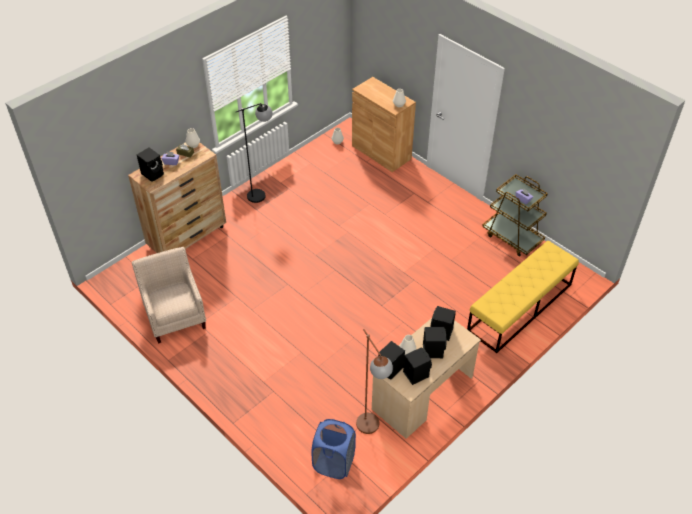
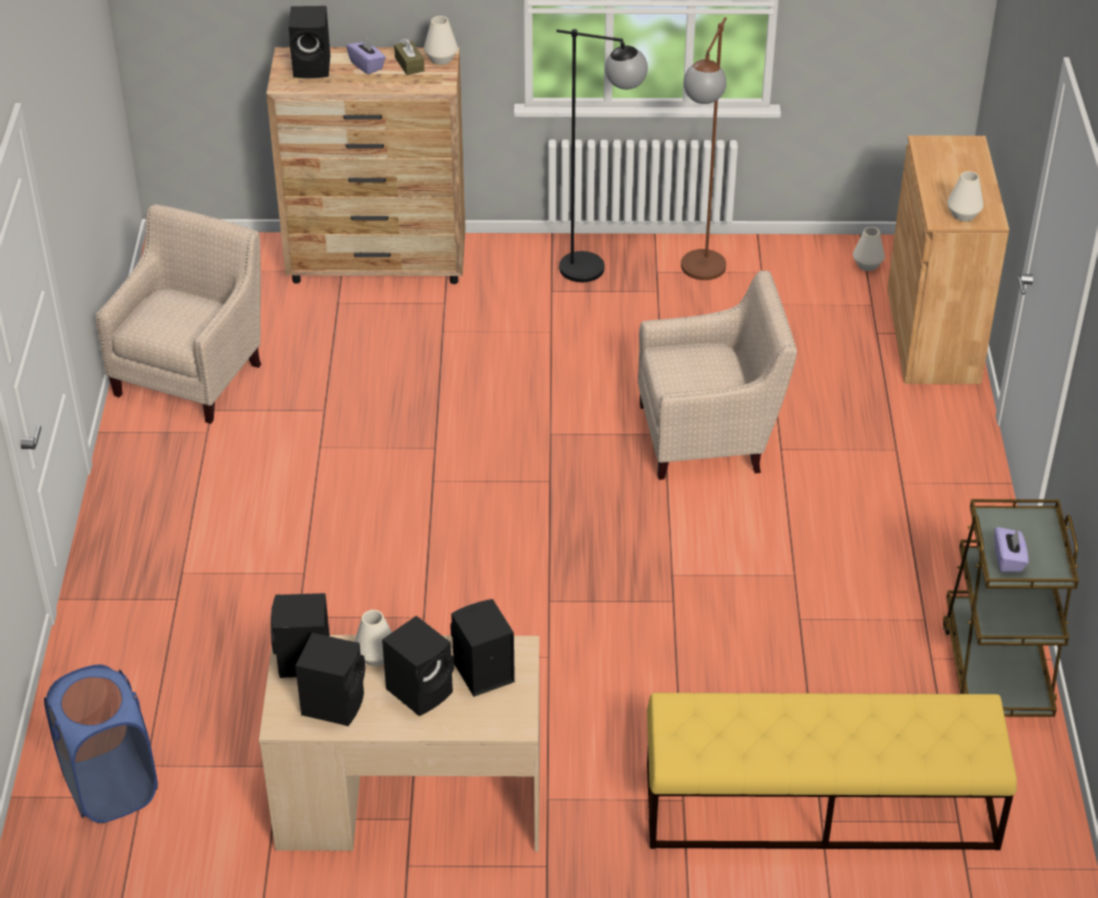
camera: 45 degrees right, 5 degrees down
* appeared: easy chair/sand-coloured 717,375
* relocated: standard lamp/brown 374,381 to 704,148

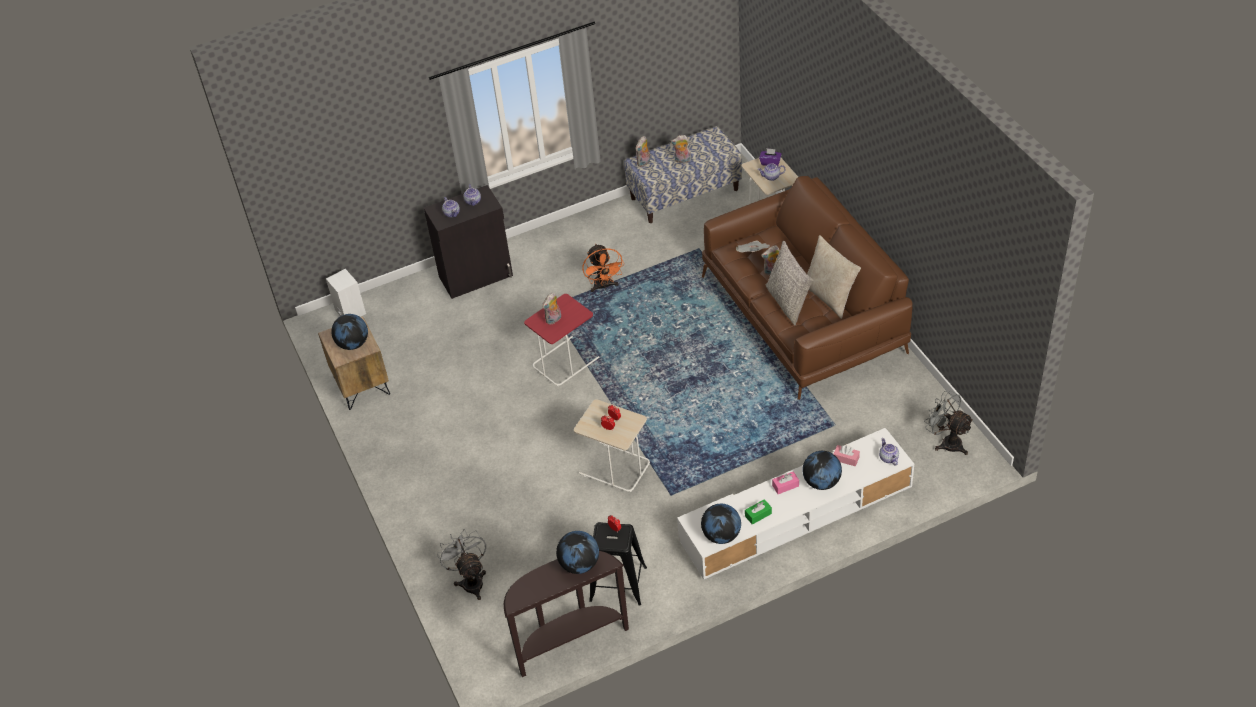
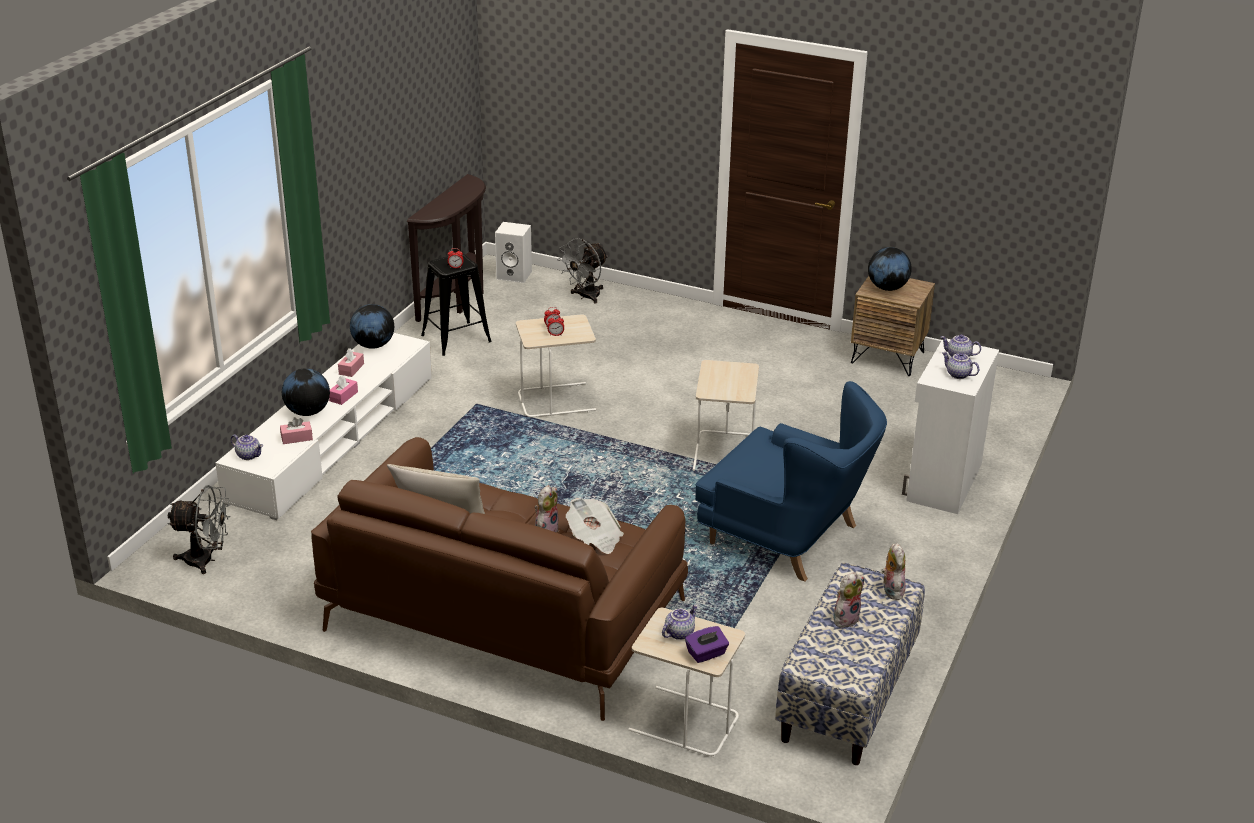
camera: 135 degrees right, 15 degrees down
* colour: tissue box/green 758,512 to tissue box/pink 351,362
* relocated: audio speaker/white 346,293 to 513,252
* spun: fan/gray 461,564 = 582,271 105 degrees clockwise
* colour: accent table/reddish 562,340 to accent table/sand-coloured 726,415
* exchanged: fan/orange-coloured 603,268 to easy chair/bluish 791,481
* colour: cabinet/black 468,242 to cabinet/white 950,426
* missing: cuddly toy 551,308
* missing: world globe 577,552
* missing: pillow/gray 789,283

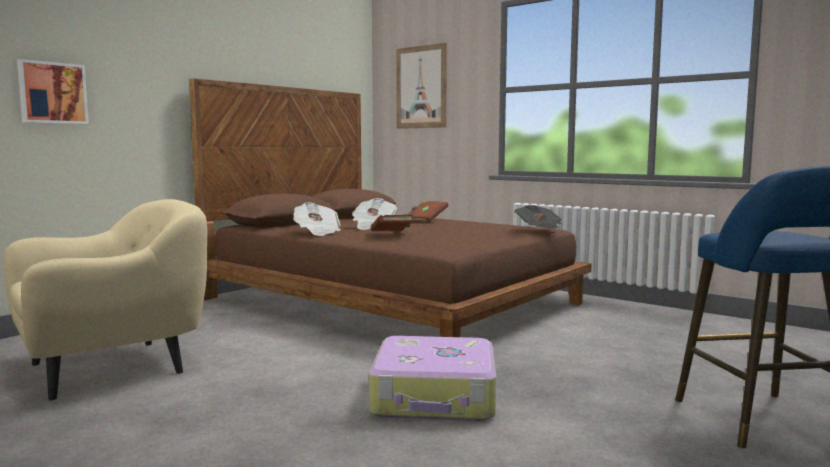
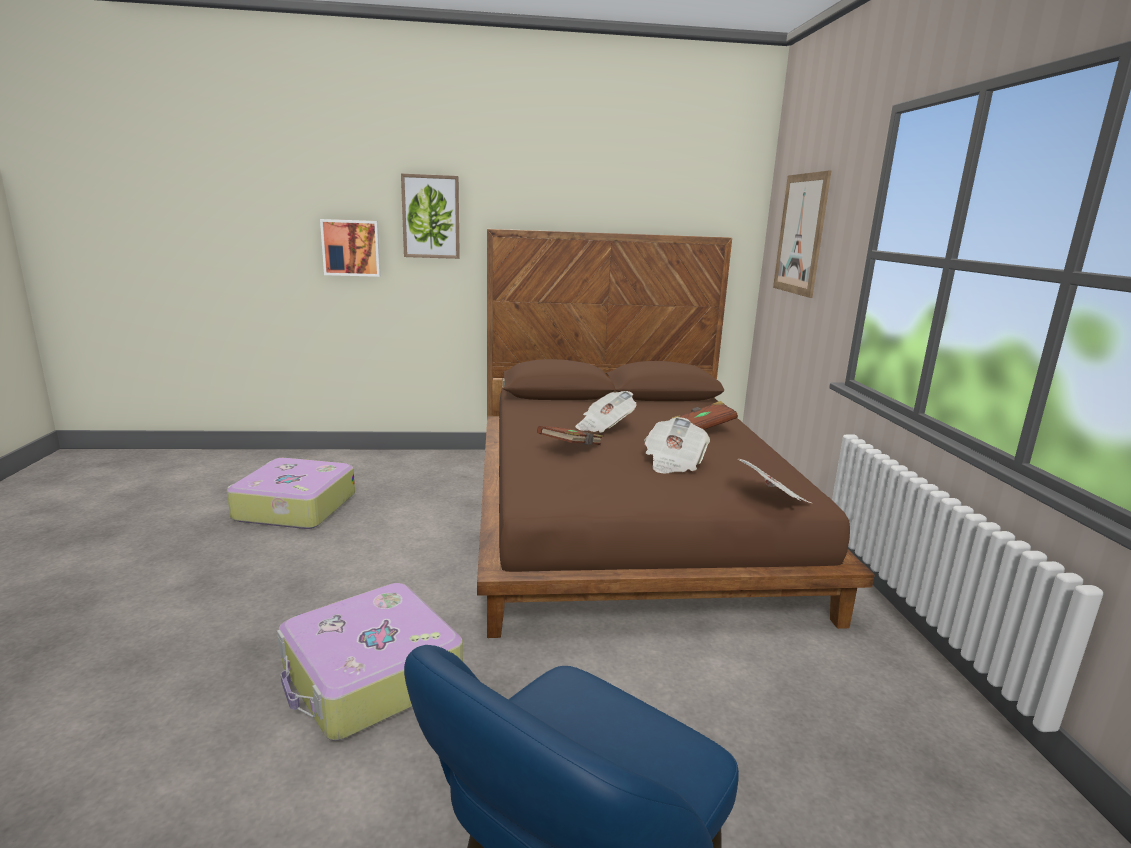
camera: 45 degrees right, 10 degrees up
* exchanged: easy chair/sand-coloured 105,299 to suitcase 291,493
* appeared: wall picture 430,216
* relocated: printed paper 317,219 to 677,445

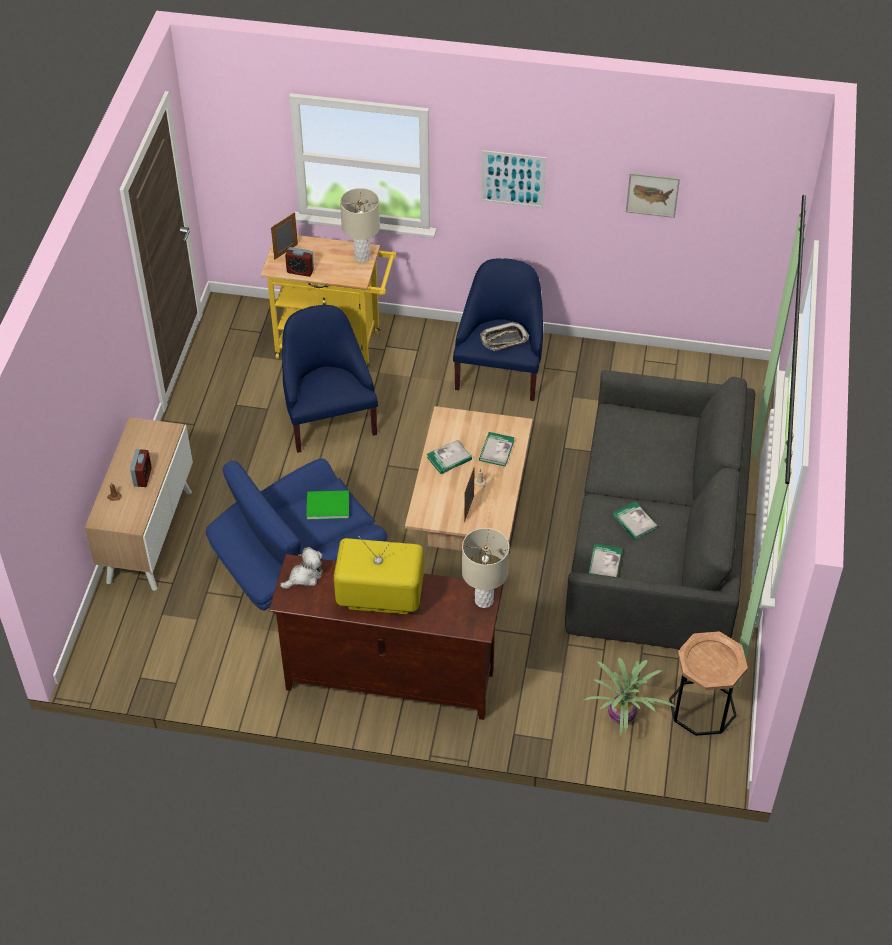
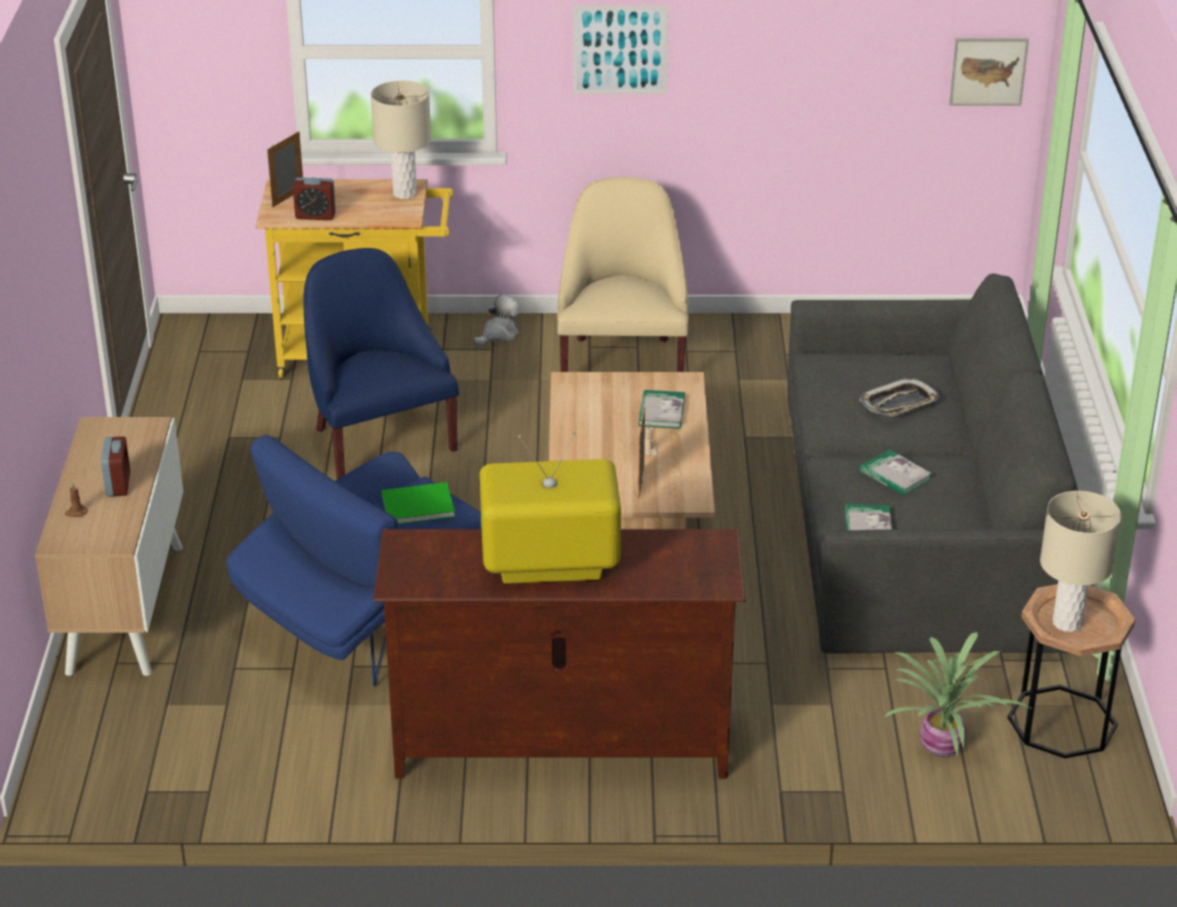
camera: 10 degrees left, 15 degrees down
* relocated: cuddly toy 301,568 to 496,320
* colour: easy chair/bluish 498,329 to easy chair/sand-coloured 623,274
* relocated: tray 504,336 to 899,397
* relocated: wall picture 653,195 to 989,72
* relocated: tabletop lamp/sand-coloured 485,568 to 1081,561
* missing: bound book 449,457

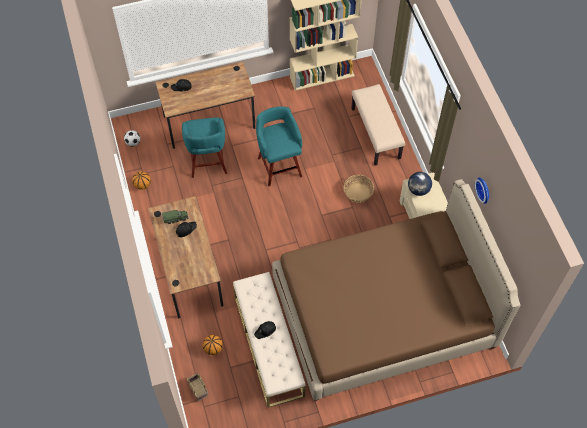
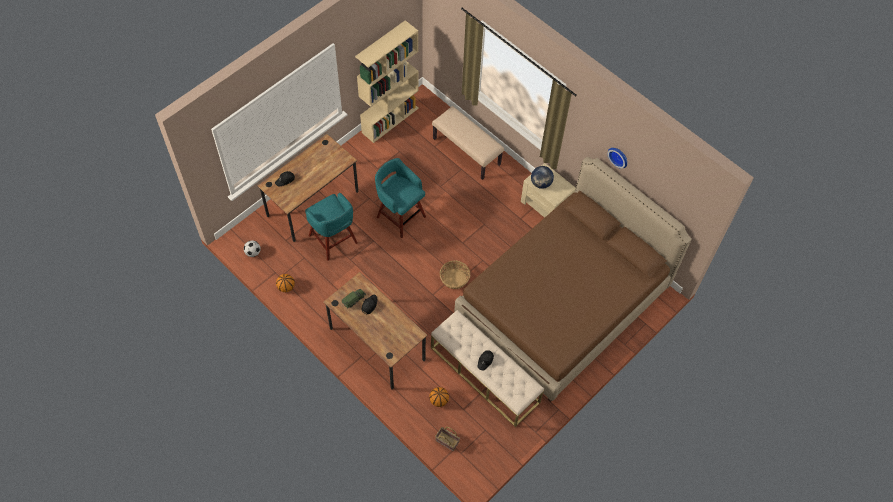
camera: 30 degrees left, 0 degrees up
* relocated: storage basket 358,189 to 455,274

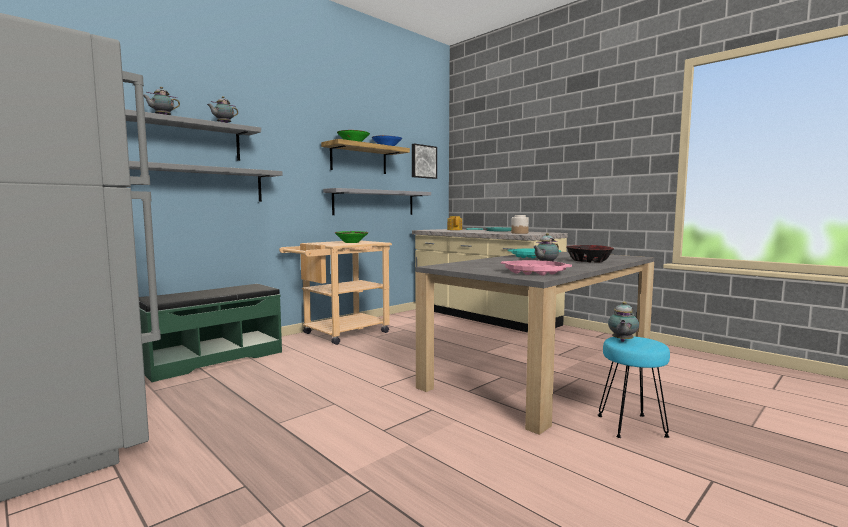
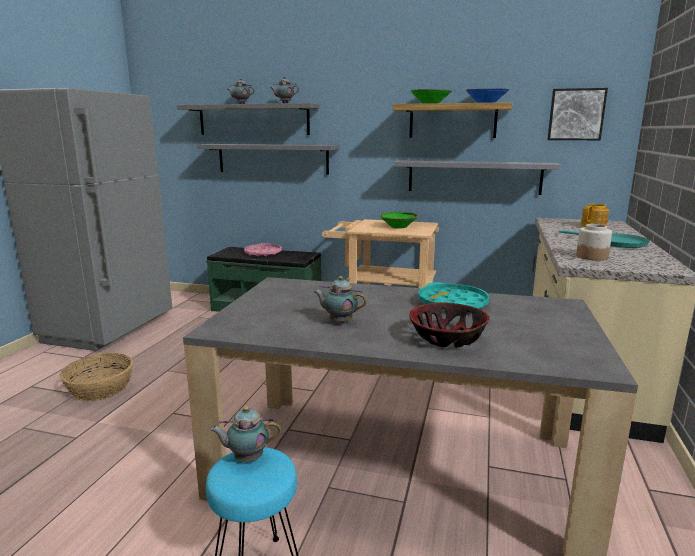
camera: 60 degrees right, 10 degrees up
* appeared: storage basket 96,377
* relocated: tray/pink 536,268 to 263,249

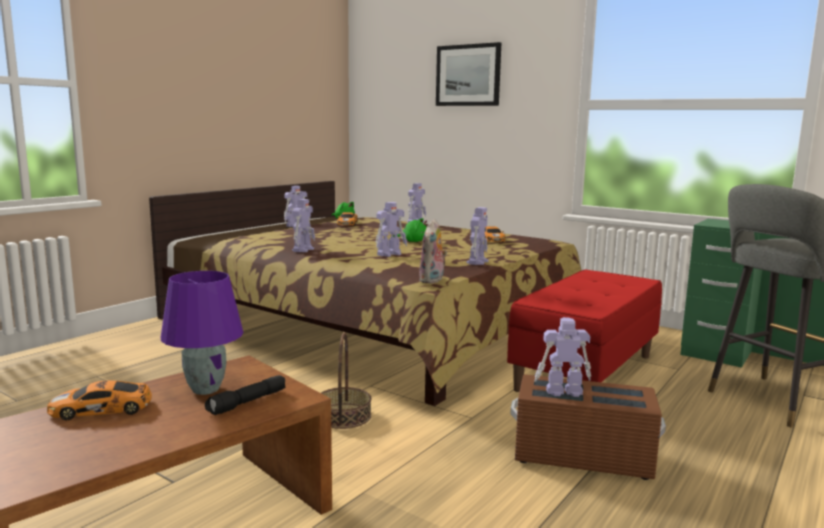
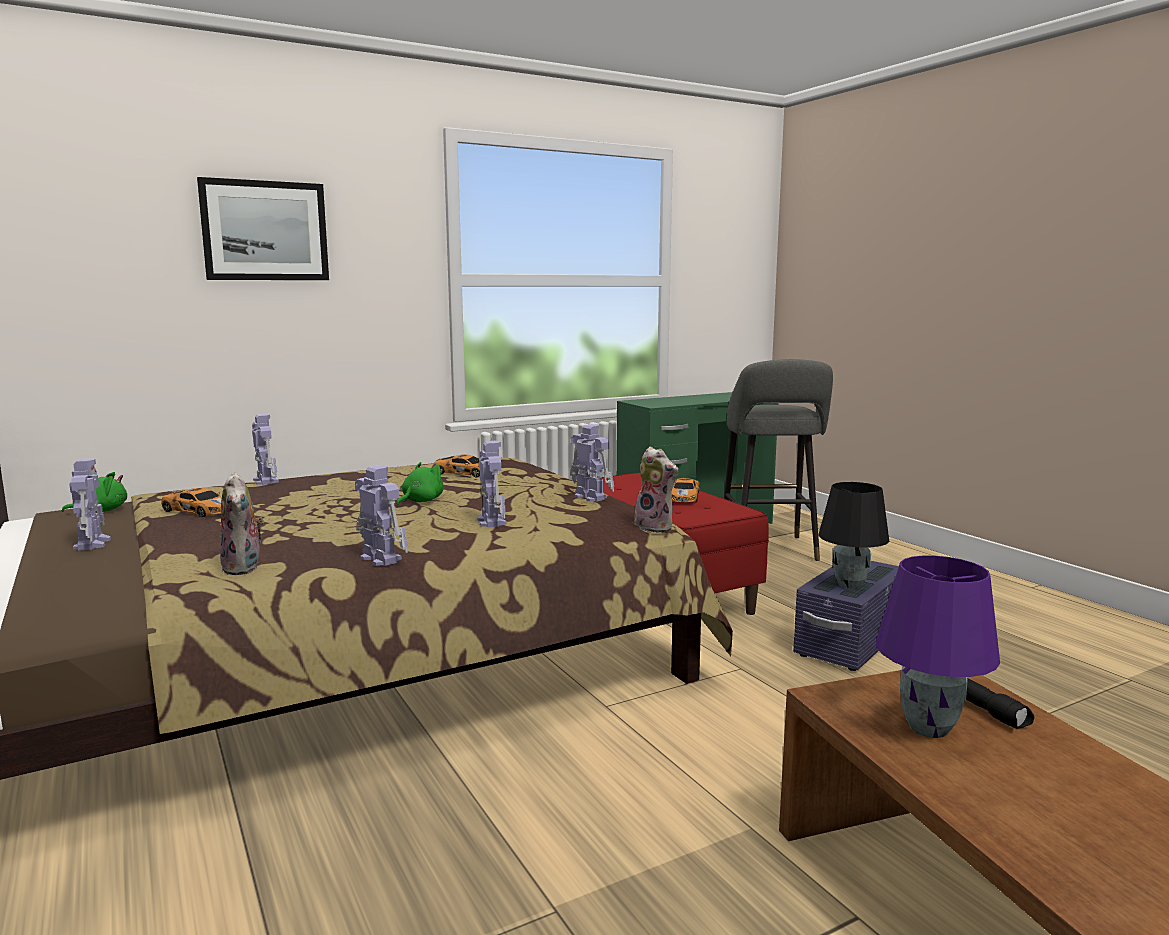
camera: 65 degrees left, 0 degrees up
* appeared: cuddly toy 242,523
* relocated: toy car 99,400 to 685,490
* colour: storage box/brown 588,427 to storage box/purplish 846,616
* exchanged: toy robot 562,357 to tabletop lamp/black 854,535
* missing: storage basket 346,380

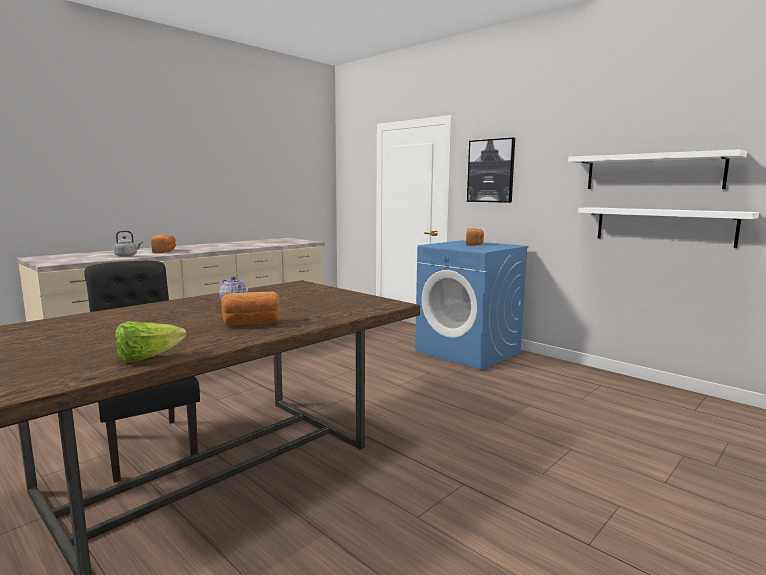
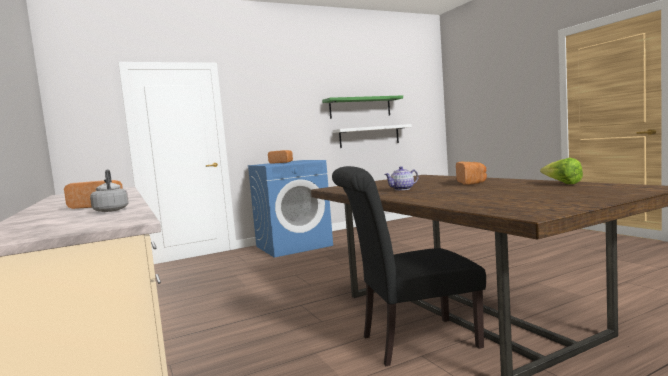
camera: 70 degrees left, 5 degrees down
* colour: shelf/white 657,169 to shelf/green 362,107
* missing: wall picture 491,170

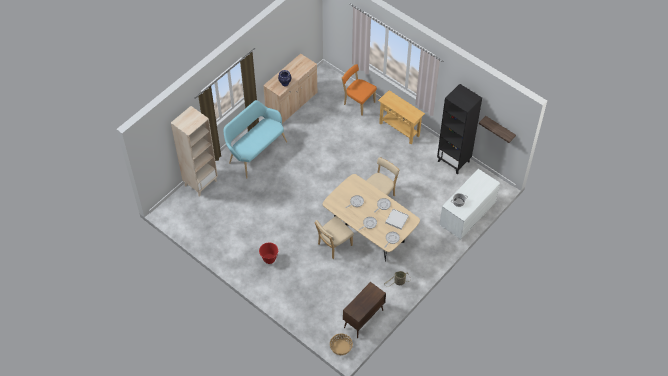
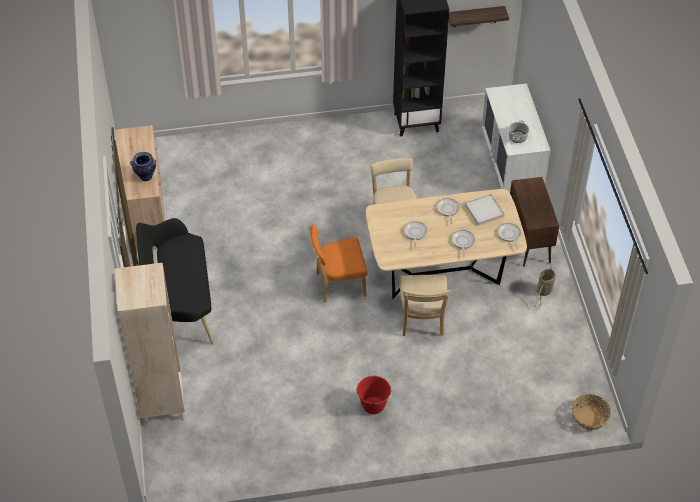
camera: 50 degrees left, 5 degrees down
* colour: indoor bench/blue-green 255,139 to indoor bench/black 175,281
* relocated: chair/orange-coloured 359,90 to 338,263
* relocated: cabinet/brown 364,310 to 534,222
* missing: narrow table/sand-coloured 401,117

